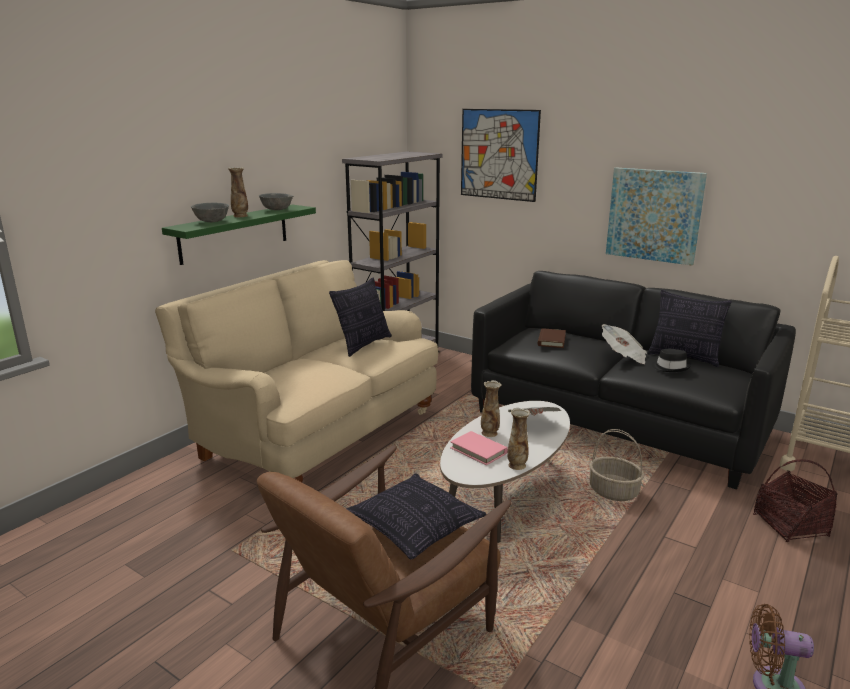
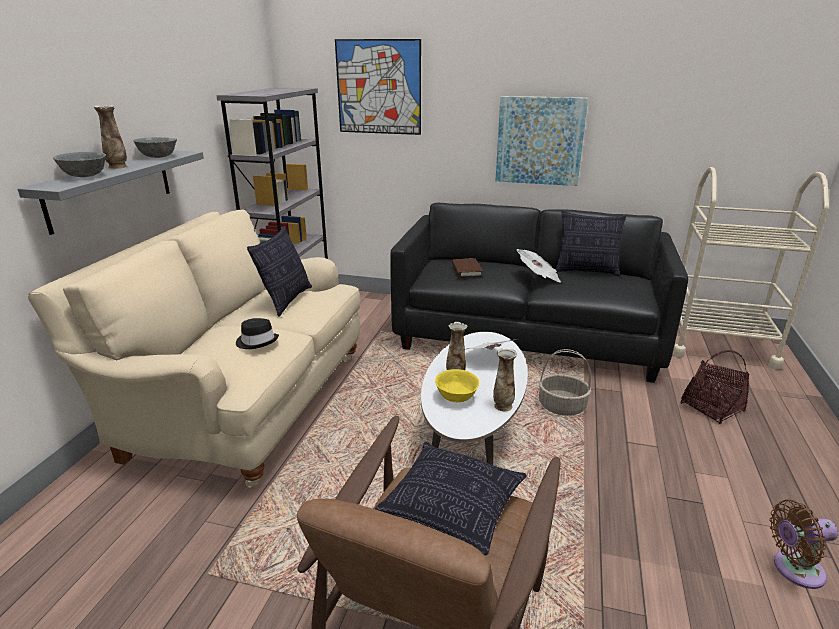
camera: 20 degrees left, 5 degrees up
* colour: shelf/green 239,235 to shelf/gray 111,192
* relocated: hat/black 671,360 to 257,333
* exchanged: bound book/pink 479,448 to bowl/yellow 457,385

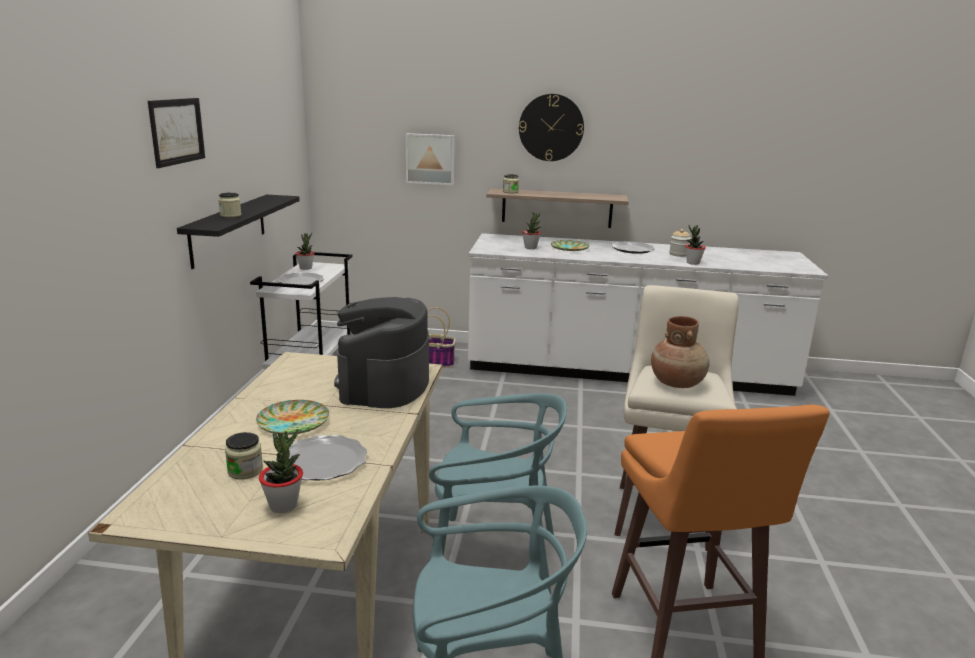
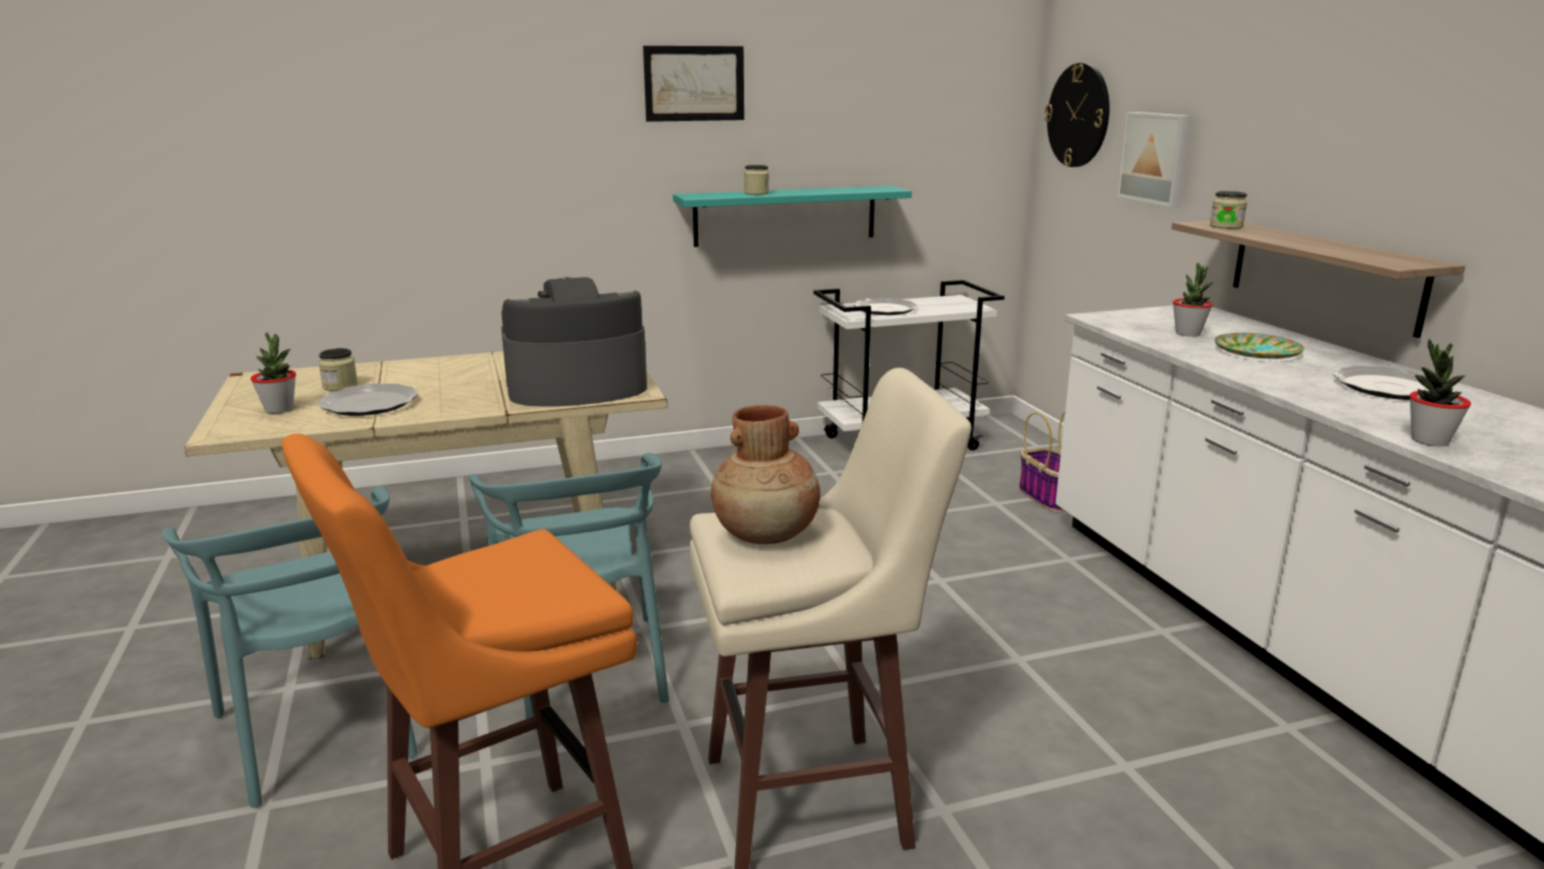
camera: 65 degrees right, 0 degrees up
* colour: shelf/black 238,231 to shelf/blue-green 792,216
* relocated: hanging clock 551,127 to 1077,115
* missing: flat dish 292,417
* missing: houseplant 305,251
* missing: jar 680,243

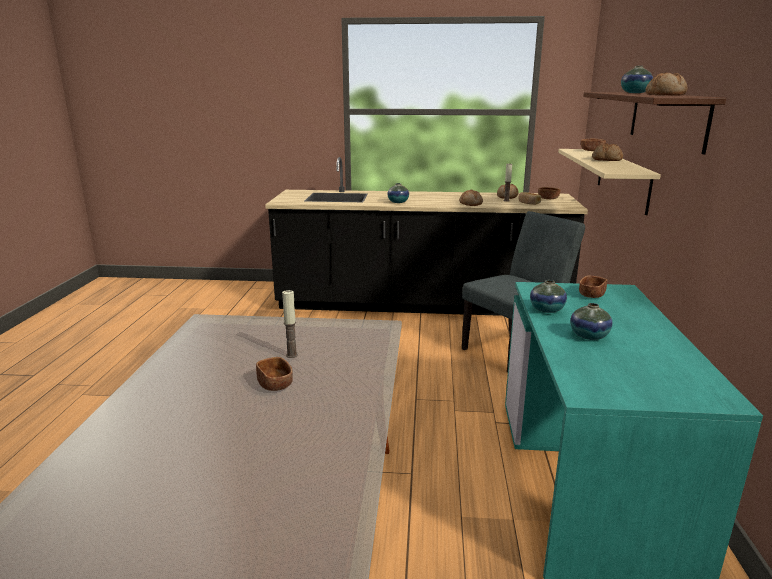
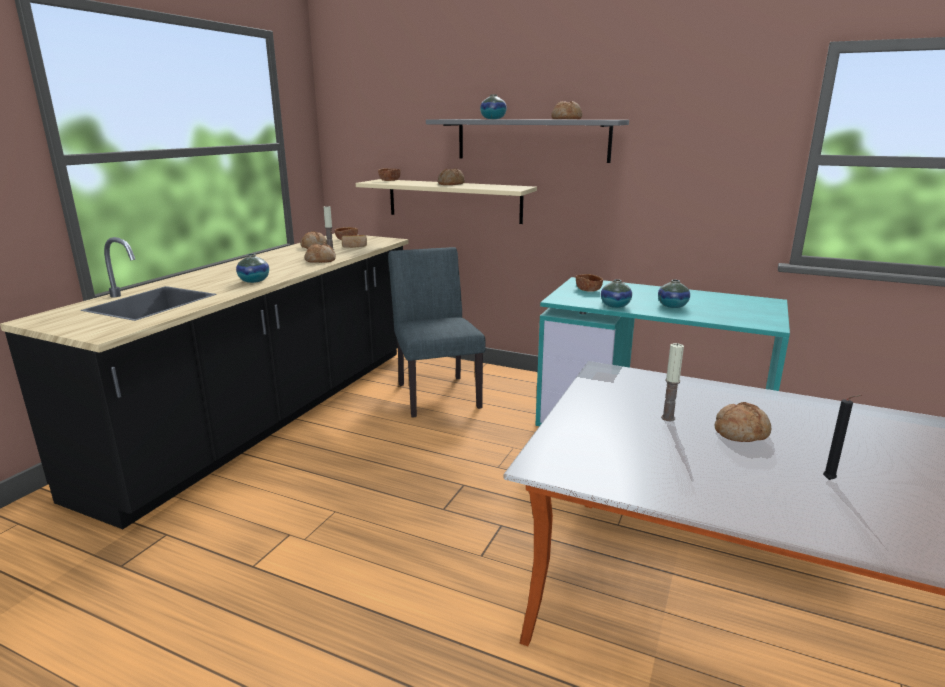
camera: 70 degrees left, 0 degrees up
* colour: shelf/brown 654,123 to shelf/gray 527,141
* exchanged: bowl/brown 274,374 to bread 743,422
* appeared: wax light/black 842,437

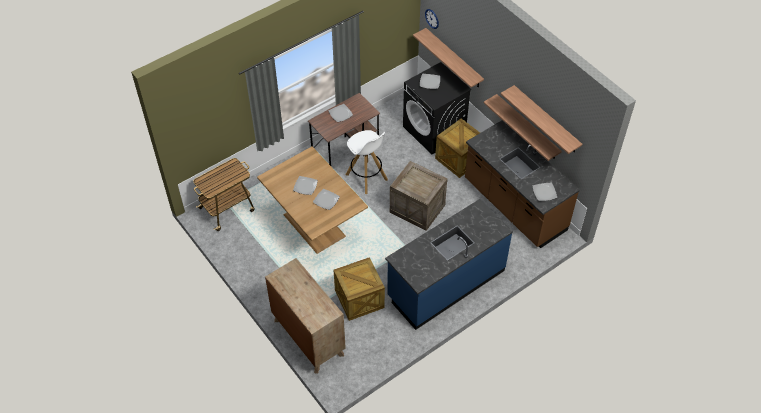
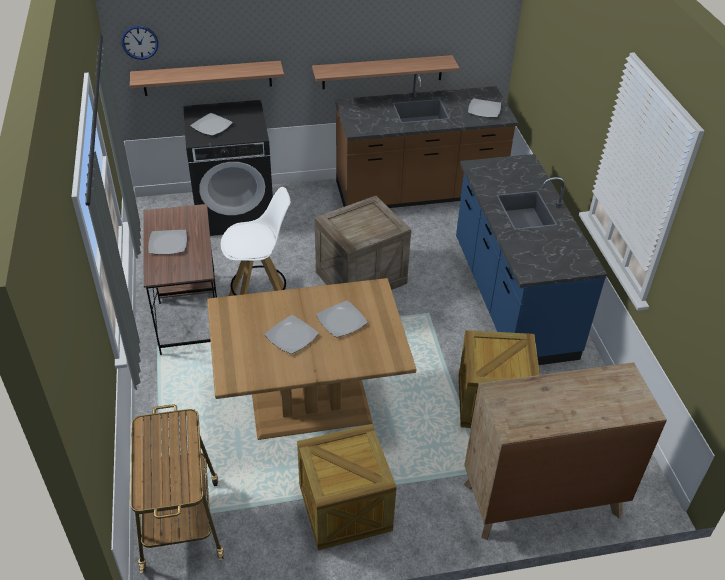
camera: 65 degrees left, 10 degrees down
* relocated: crate 457,148 to 347,487
* missing: shelf 541,119

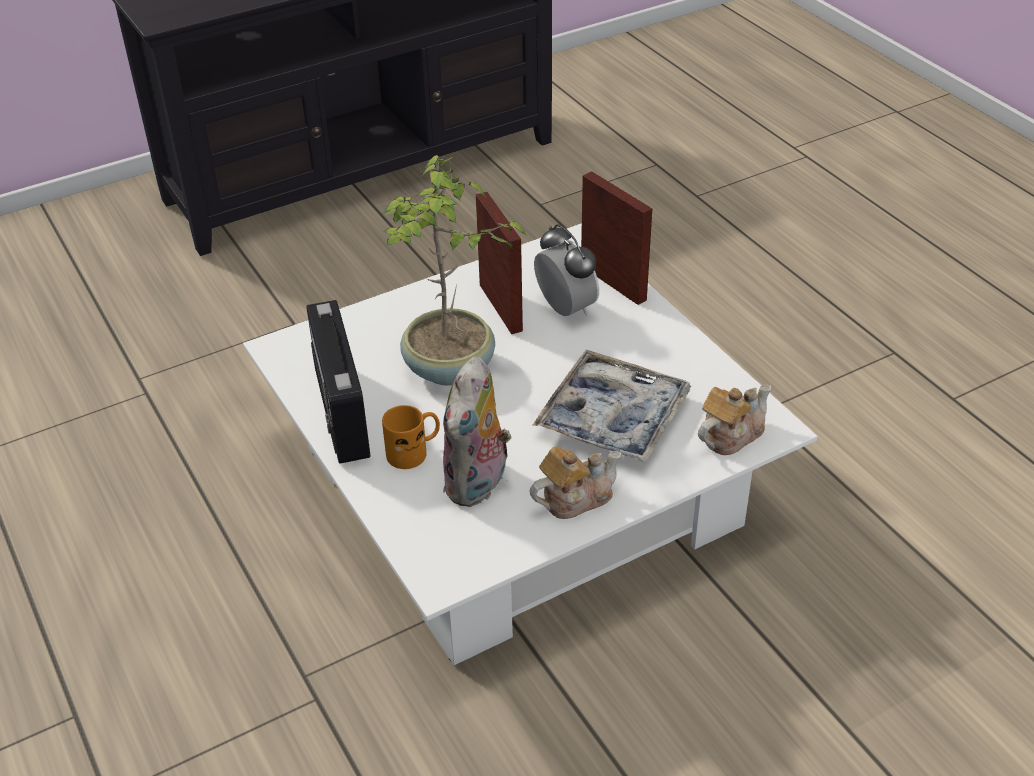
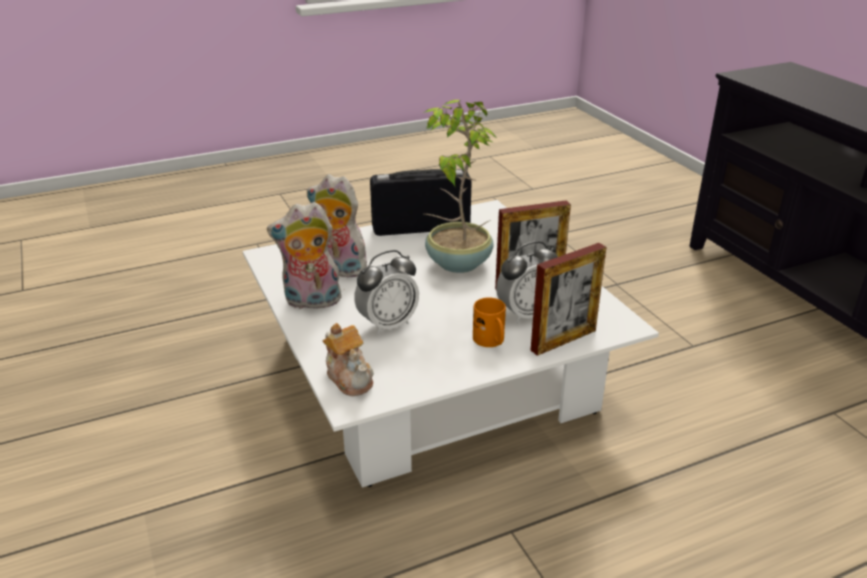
camera: 95 degrees right, 10 degrees down
* exchanged: tea pot 575,482 to cuddly toy 304,255
* exchanged: tray 612,406 to table clock 386,292
* relocated: tea mug/orange-coloured 411,437 to 489,322

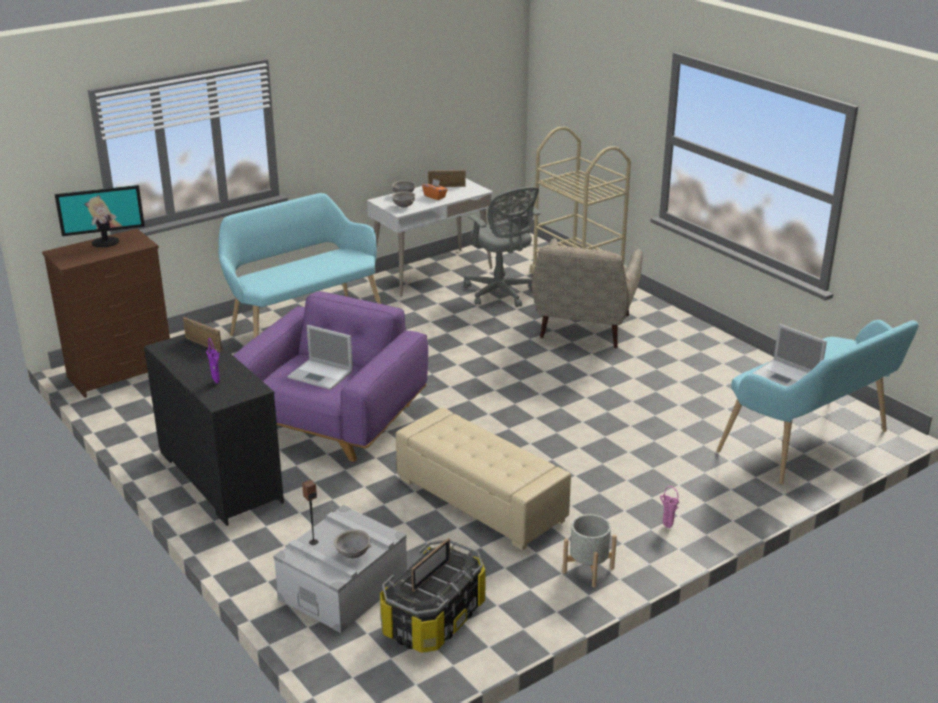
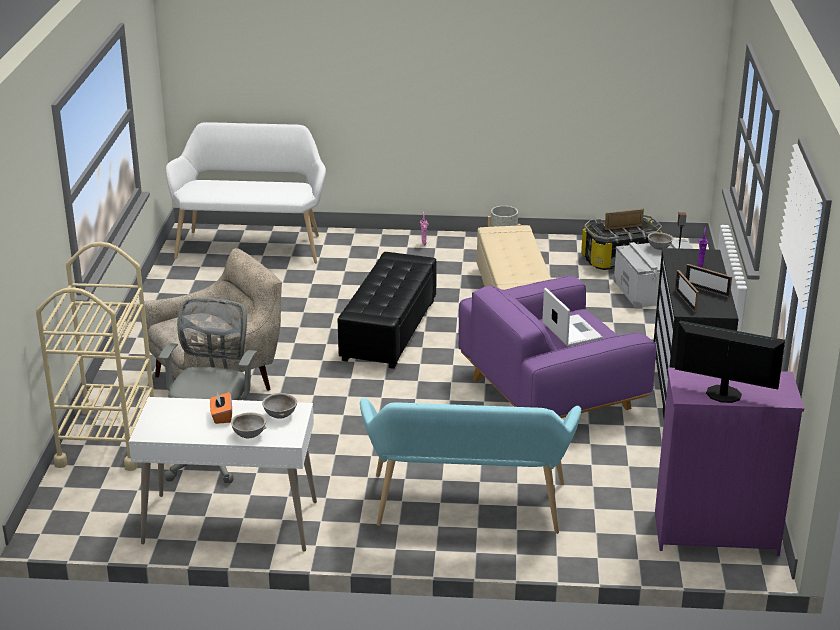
camera: 140 degrees left, 0 degrees up
* colour: indoor bench/blue-green 817,402 to indoor bench/white 246,192
* appeared: ottoman/black 387,310
* colour: chest of drawers/brown 106,313 to chest of drawers/purplish 729,462
* relocated: picture frame 447,178 to 708,280
* missing: notebook computer 789,355

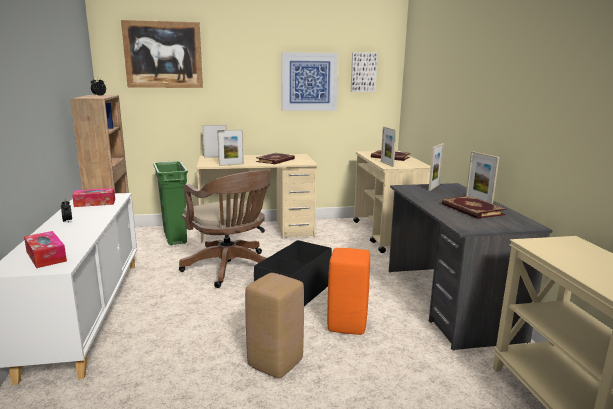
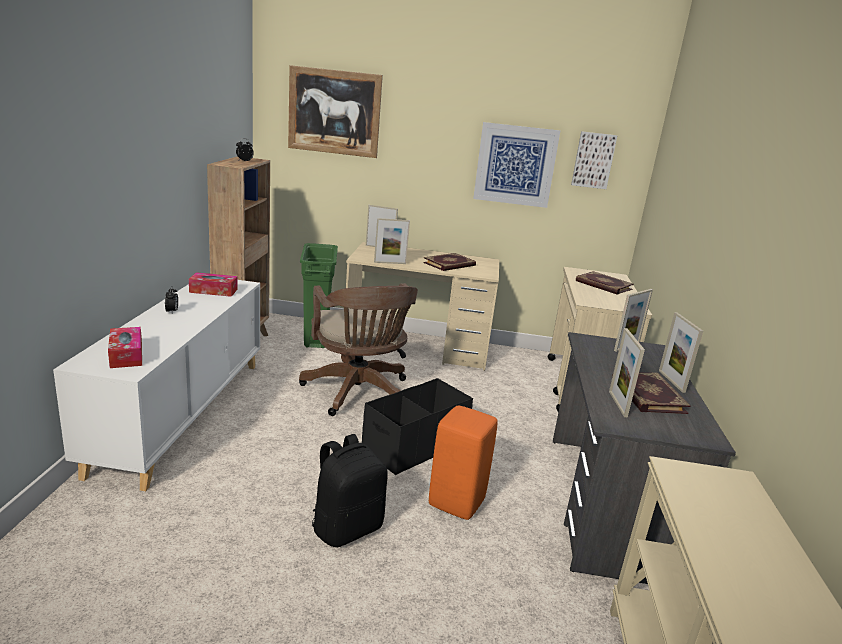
camera: 15 degrees right, 5 degrees up
* exchanged: stool seat/sand-coloured 274,326 to backpack/black 350,490
* relocated: picture frame 389,147 to 627,372

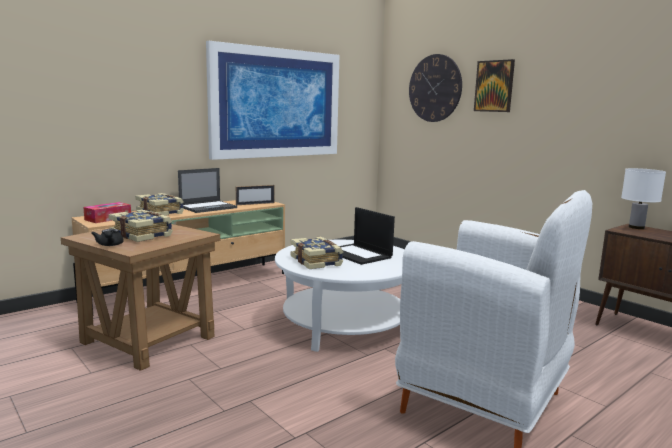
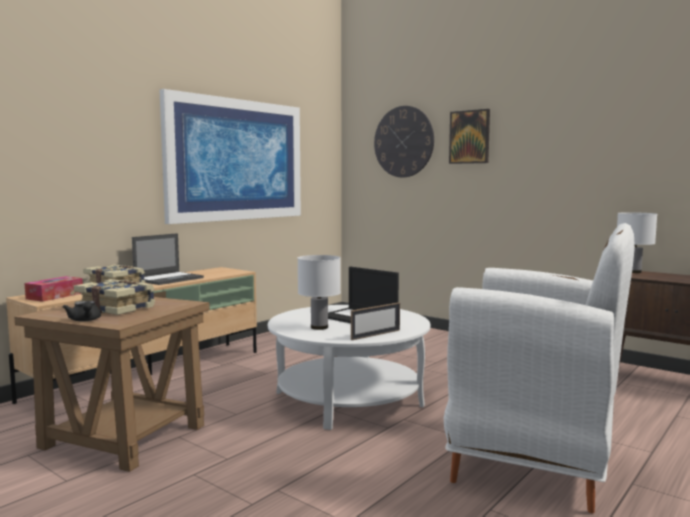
camera: 10 degrees left, 5 degrees down
* exchanged: bound book 316,253 to tabletop lamp/white 319,292
* relocated: picture frame 255,195 to 375,321

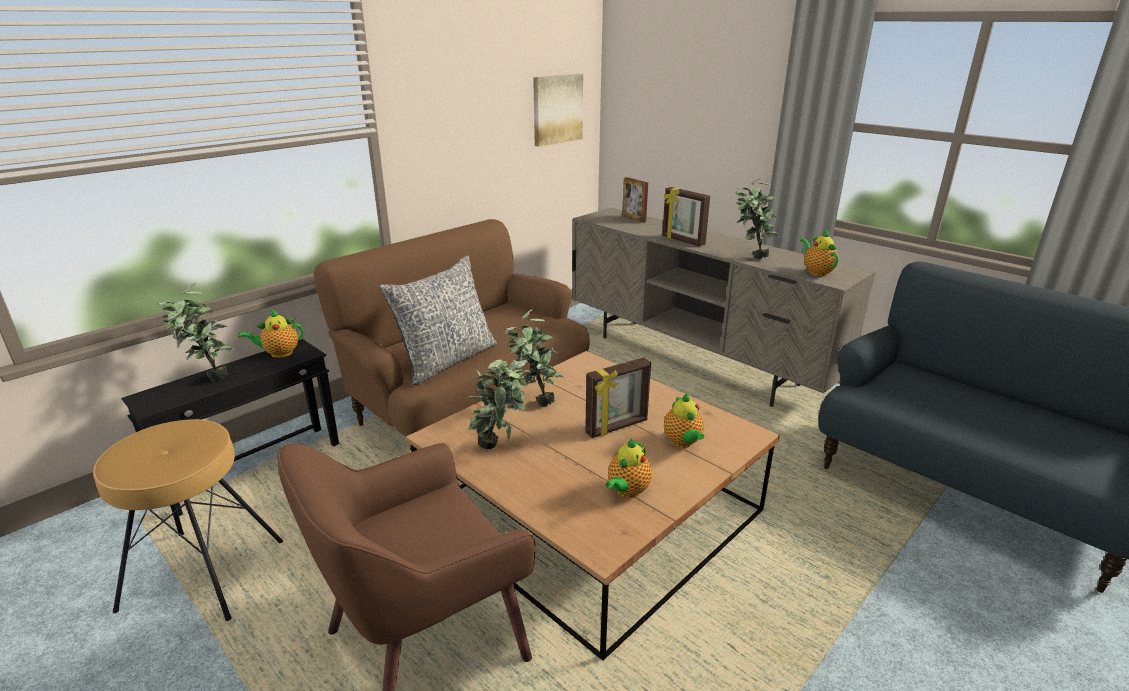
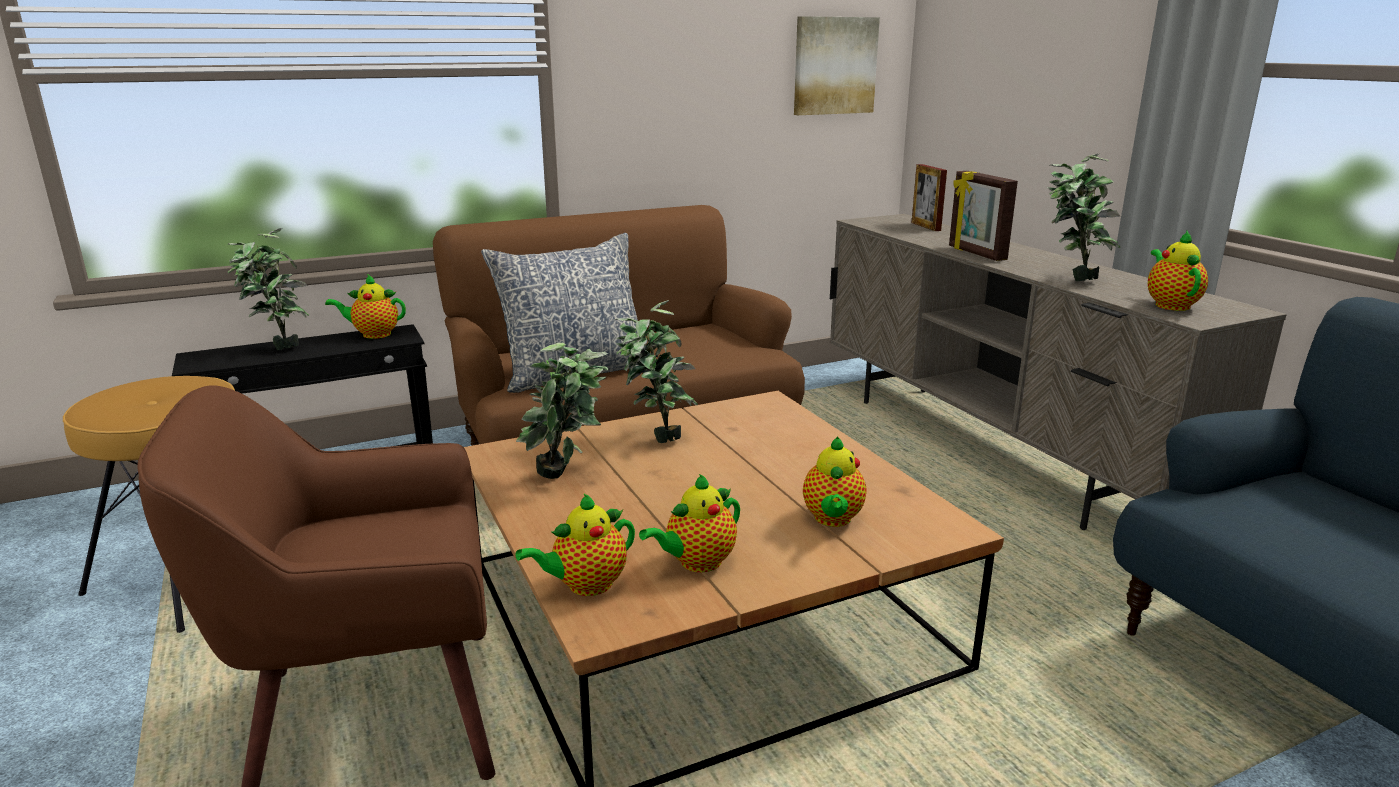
camera: 20 degrees right, 5 degrees down
* appeared: tea pot 575,544
* missing: picture frame 618,397

